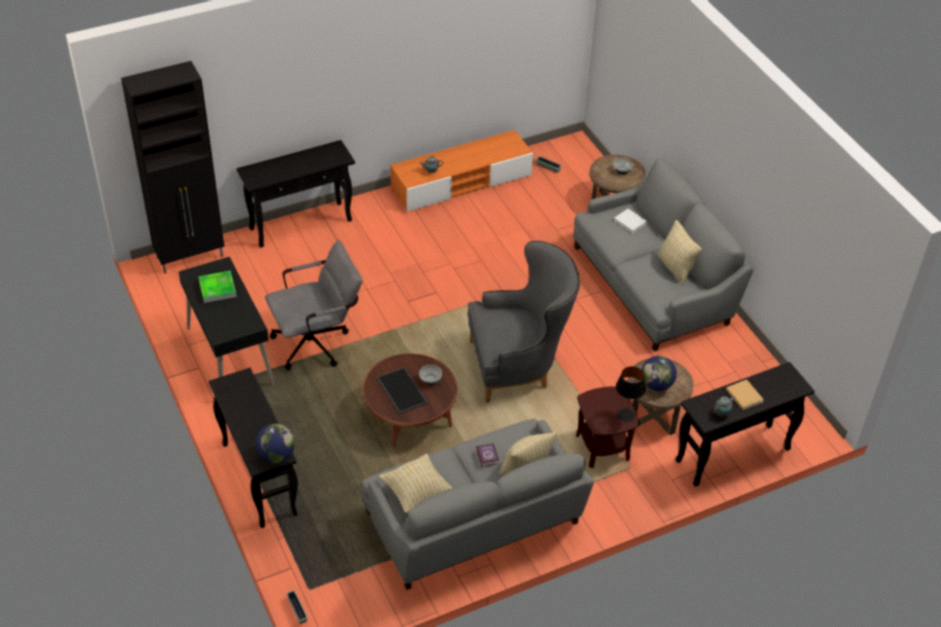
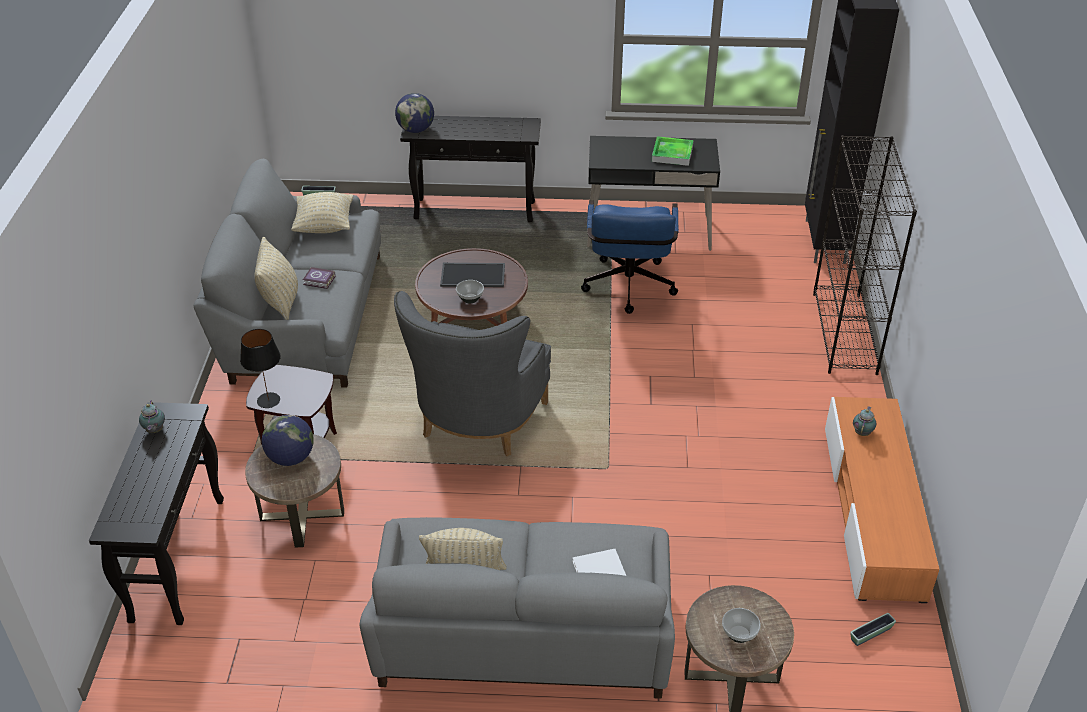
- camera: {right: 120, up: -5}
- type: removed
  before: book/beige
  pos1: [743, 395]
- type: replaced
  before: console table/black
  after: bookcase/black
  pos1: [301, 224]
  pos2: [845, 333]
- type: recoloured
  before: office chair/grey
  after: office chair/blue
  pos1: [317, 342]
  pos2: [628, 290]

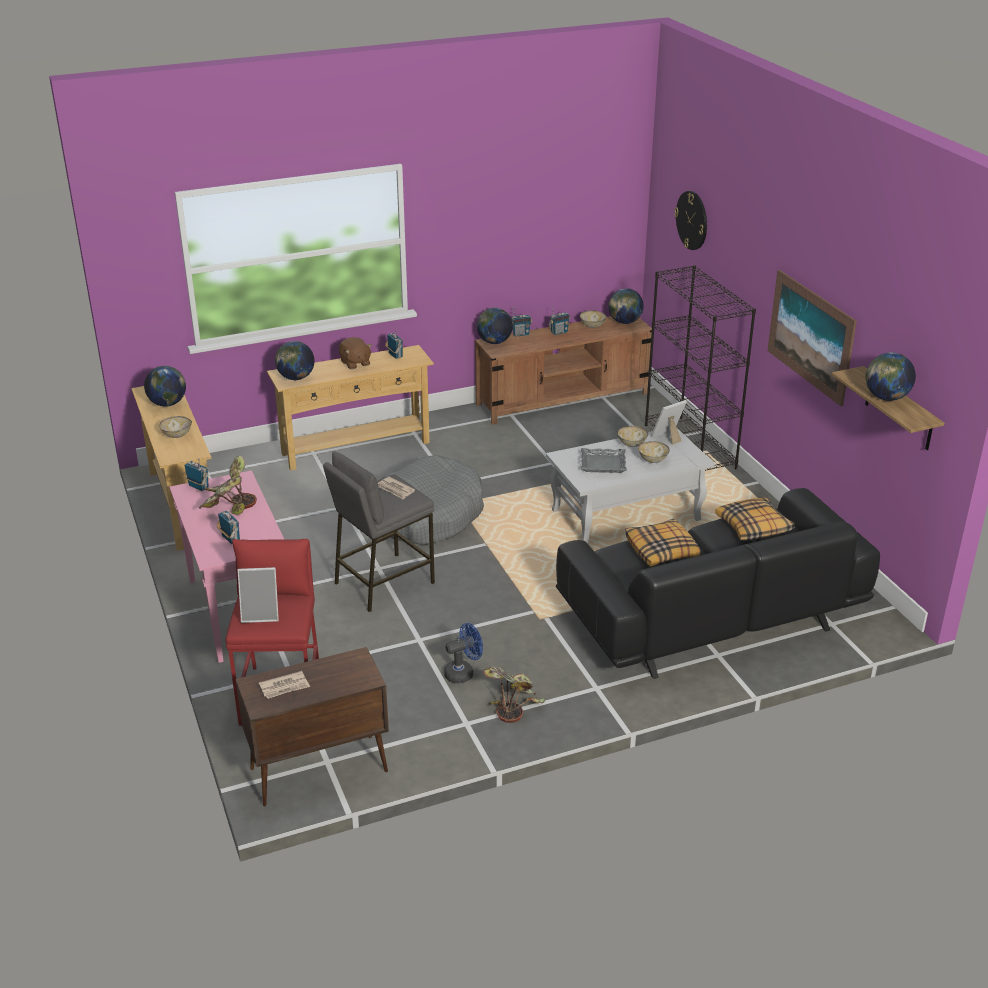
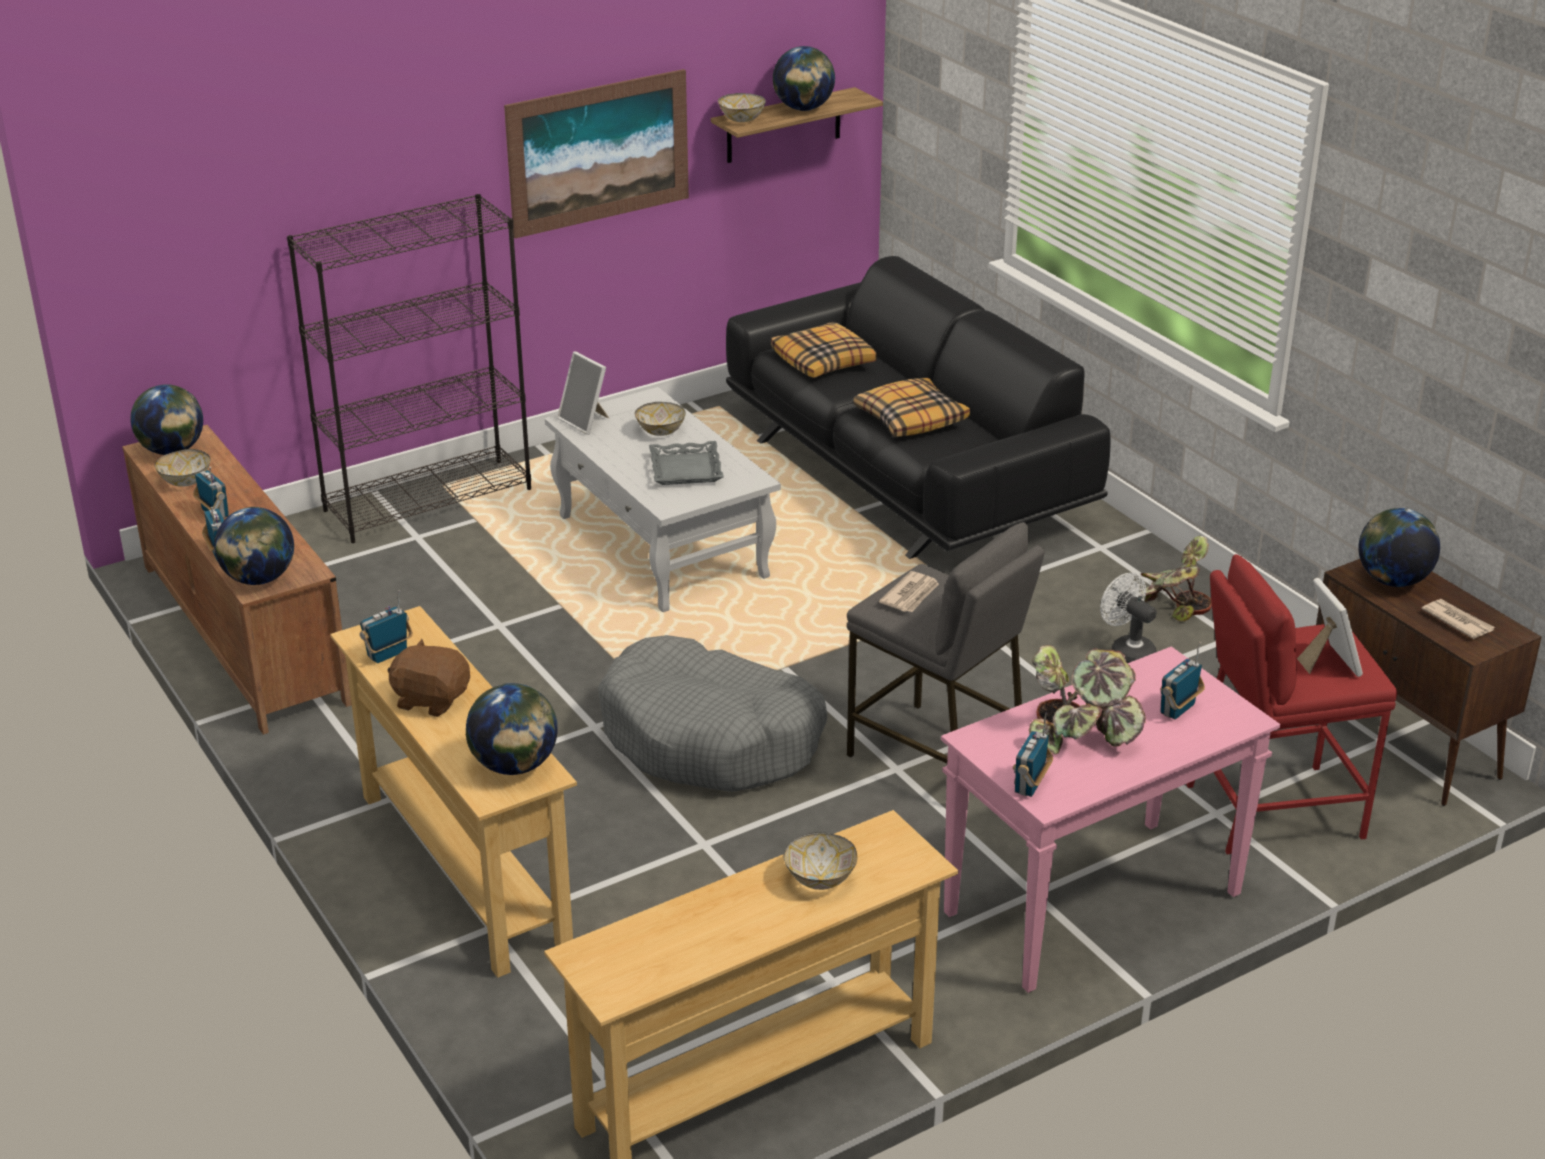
- camera: {right: -100, up: 0}
- type: removed
  before: wall clock
  pos1: [692, 220]
- type: moved
  before: globe
  pos1: [168, 404]
  pos2: [1392, 581]
- type: moved
  before: bowl
  pos1: [632, 444]
  pos2: [741, 119]
- type: recoloured
  before: fan/blue
  after: fan/white
  pos1: [463, 673]
  pos2: [1127, 652]
- type: turned
  before: plush toy/brown
  pos1: [355, 363]
  pos2: [431, 699]
  turn: -120

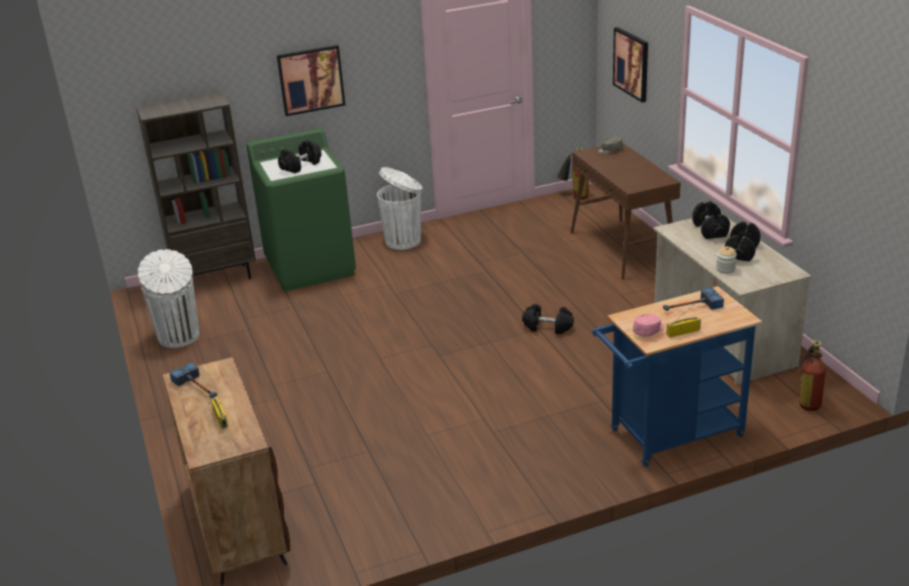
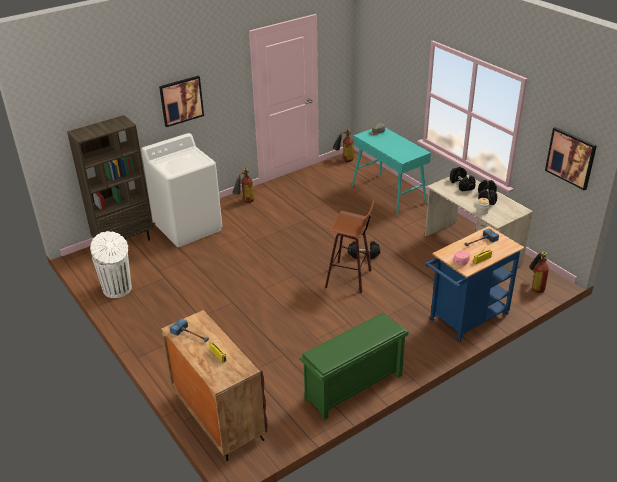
- camera: {right: -15, up: 5}
- type: removed
  before: dumbbell/black
  pos1: [301, 165]
- type: added
  after: shoe rack/green
  pos2: [353, 388]
- type: added
  after: stool
  pos2: [350, 278]
- type: moved
  before: picture
  pos1: [631, 64]
  pos2: [571, 158]
- type: replaced
  before: trash can/white
  after: fire extinguisher
  pos1: [404, 241]
  pos2: [245, 202]
- type: recoloured
  before: washing machine/green
  after: washing machine/white
  pos1: [311, 267]
  pos2: [188, 227]
- type: recoloured
  before: console table/brown
  after: console table/turquoise
  pos1: [622, 249]
  pos2: [389, 195]

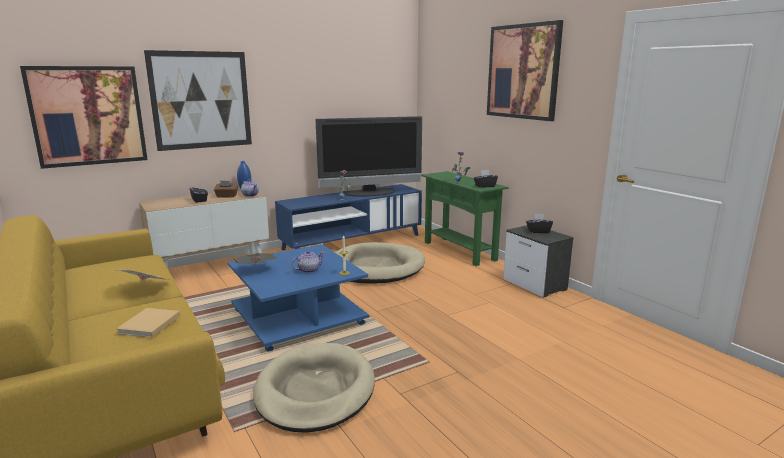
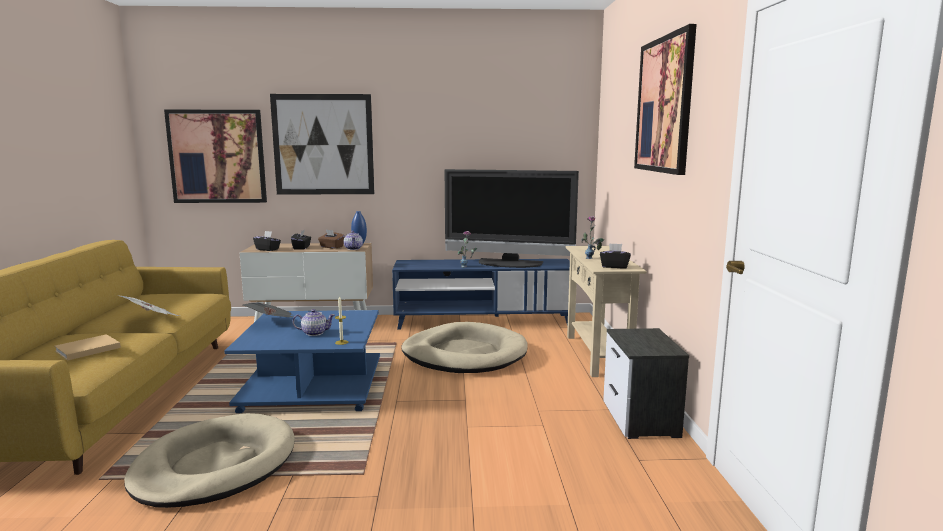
- camera: {right: 30, up: -5}
- type: moved
  before: tissue box/black
  pos1: [538, 231]
  pos2: [267, 249]
- type: recoloured
  before: console table/green
  after: console table/beige
  pos1: [459, 251]
  pos2: [597, 354]

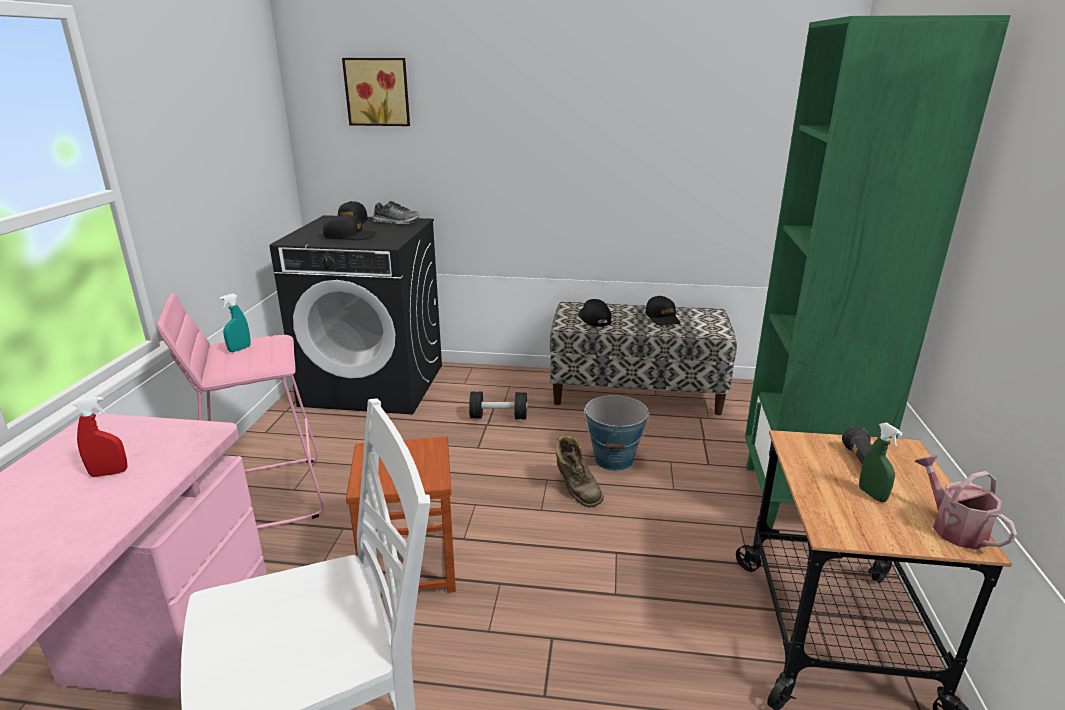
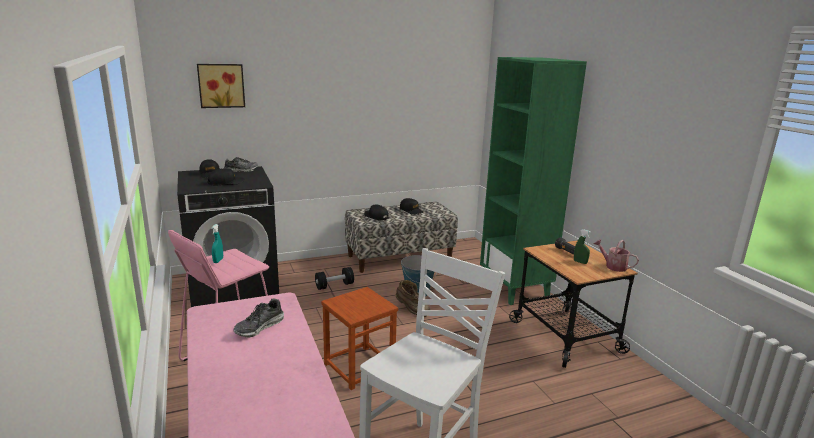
- camera: {right: -30, up: -5}
- type: replaced
  before: spray bottle/red
  after: shoe
  pos1: [109, 473]
  pos2: [259, 327]

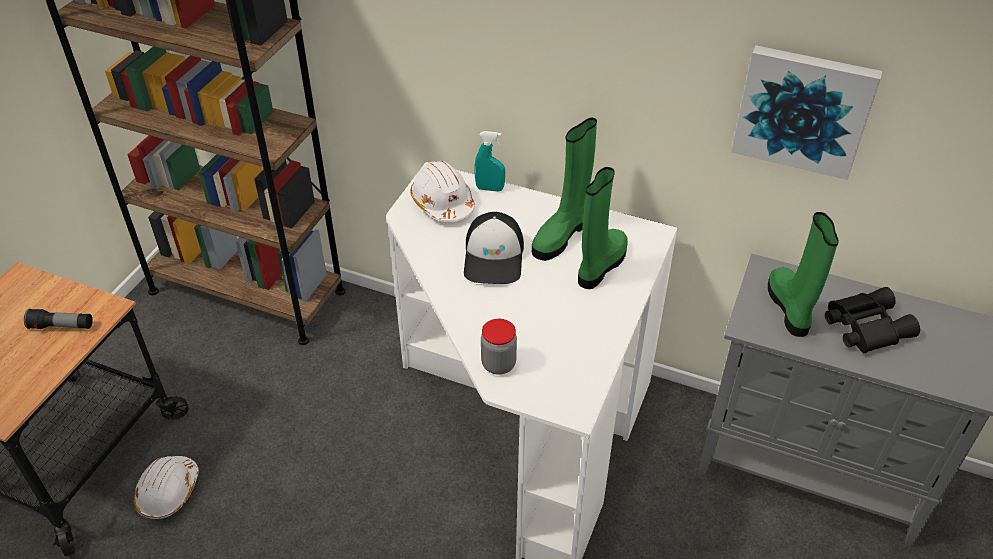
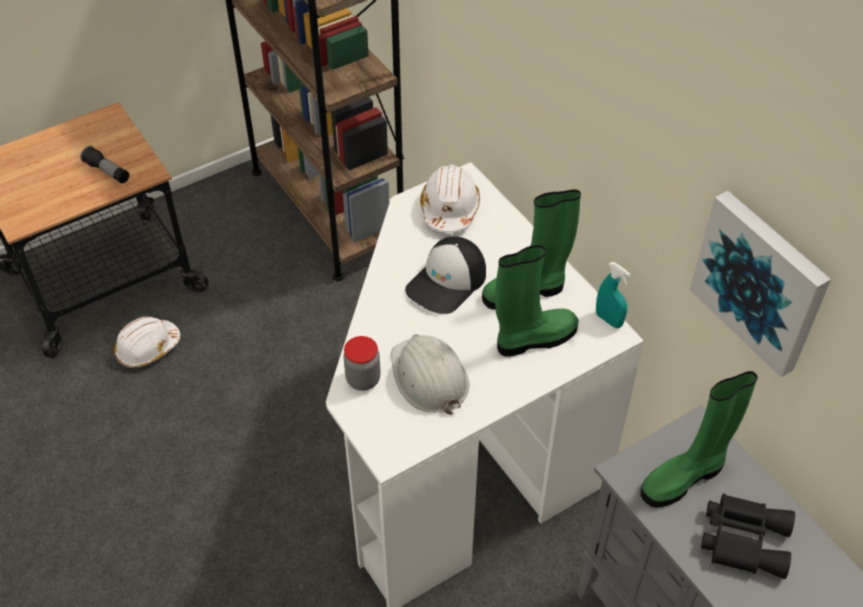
- camera: {right: 35, up: 5}
- type: added
  after: hard hat/white
  pos2: [429, 377]
- type: moved
  before: spray bottle/turquoise
  pos1: [490, 188]
  pos2: [608, 320]
- type: turned
  before: boot/green
  pos1: [790, 308]
  pos2: [684, 478]
  turn: -150

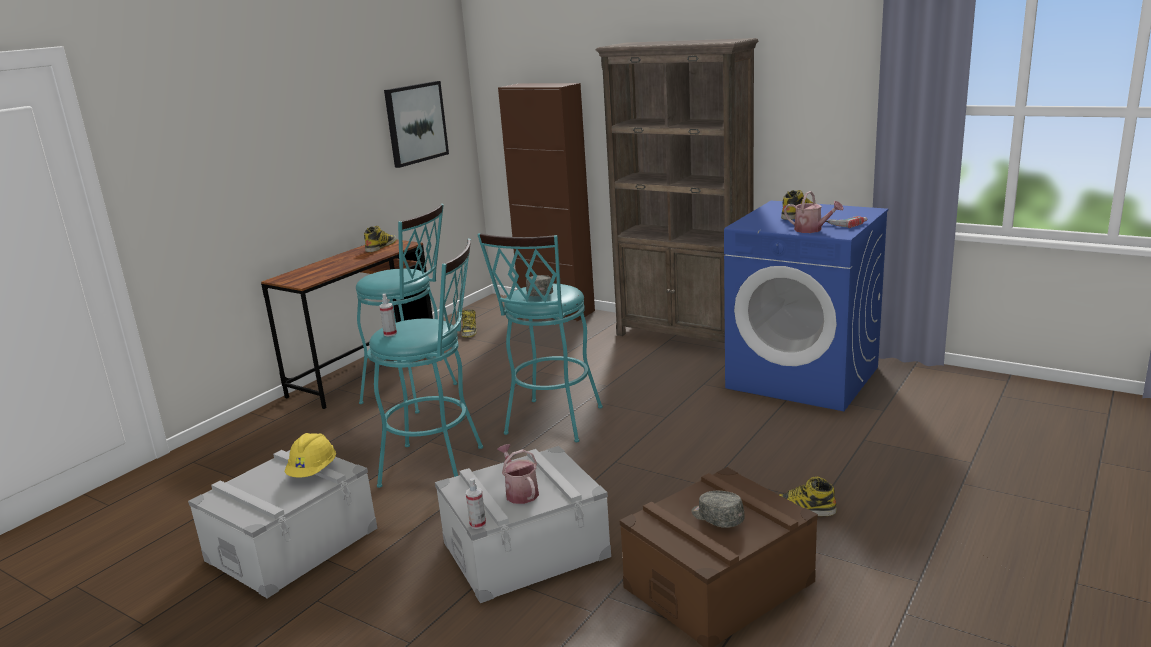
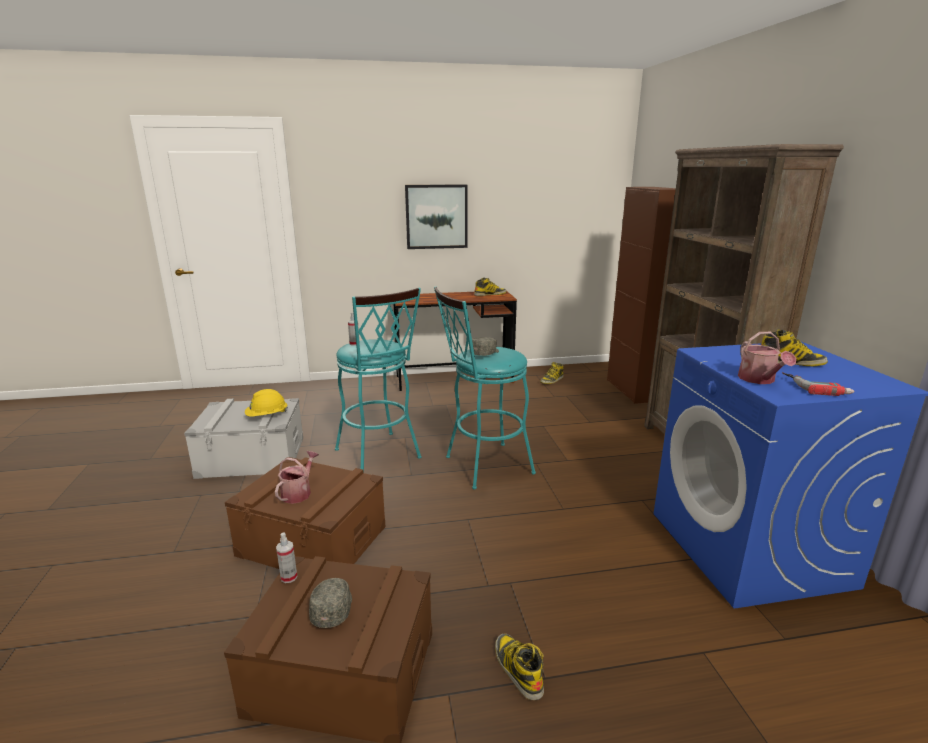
- camera: {right: 45, up: 0}
- type: removed
  before: stool/turquoise
  pos1: [415, 394]
- type: moved
  before: picture
  pos1: [415, 123]
  pos2: [436, 216]
- type: moved
  before: spray bottle
  pos1: [477, 524]
  pos2: [289, 577]
- type: recoloured
  before: storage box/grey
  after: storage box/brown
  pos1: [525, 549]
  pos2: [313, 541]

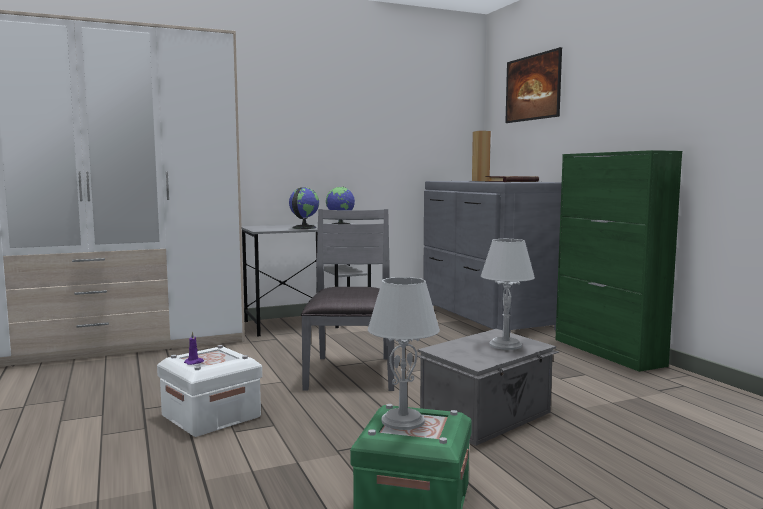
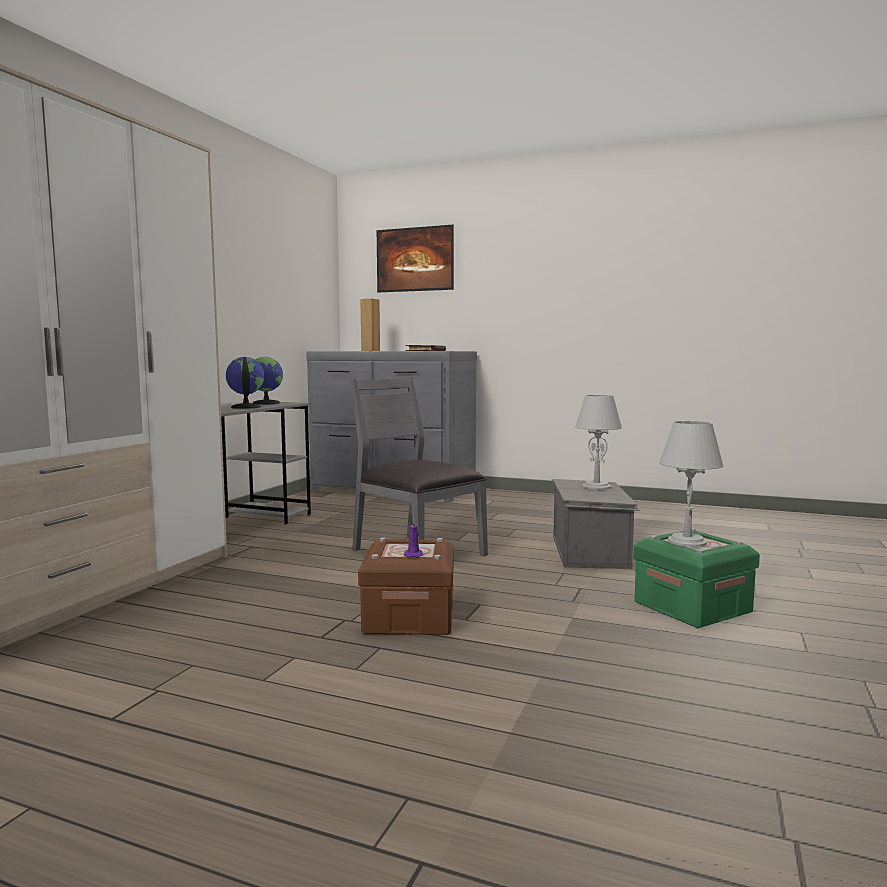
- camera: {right: -45, up: 0}
- type: removed
  before: cabinet/green
  pos1: [608, 352]
- type: recoloured
  before: storage box/white
  after: storage box/brown
  pos1: [211, 416]
  pos2: [409, 618]

